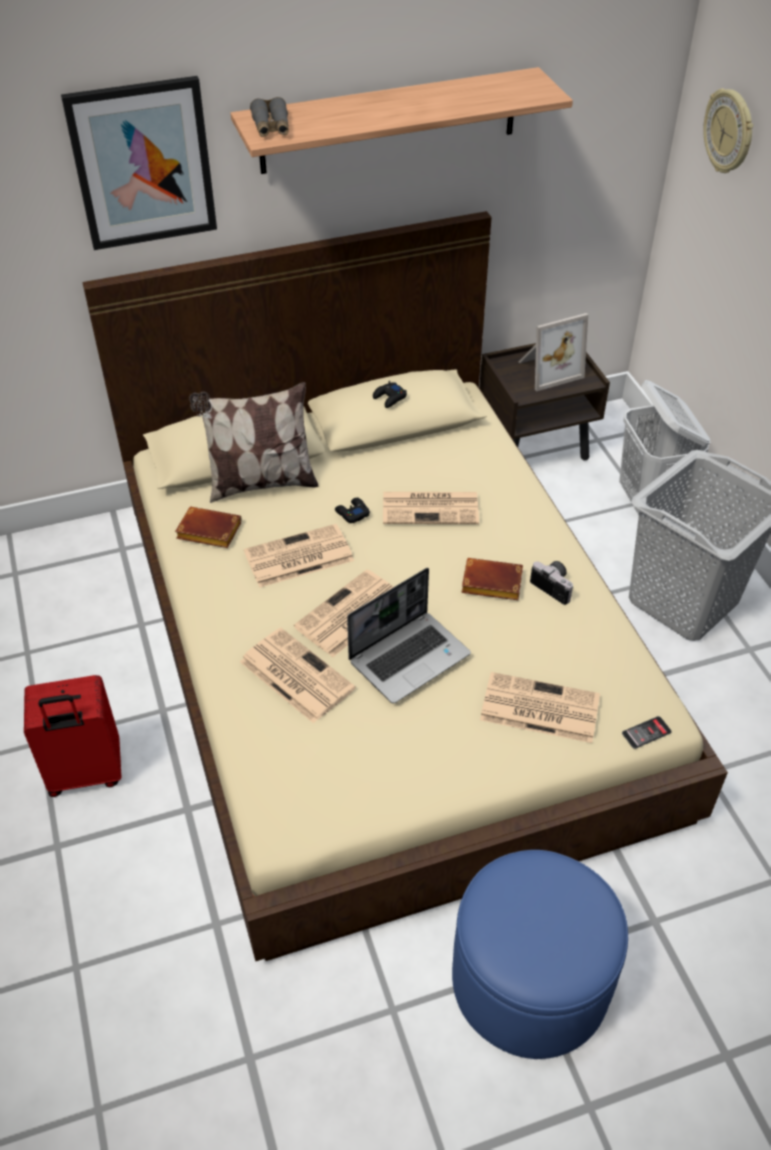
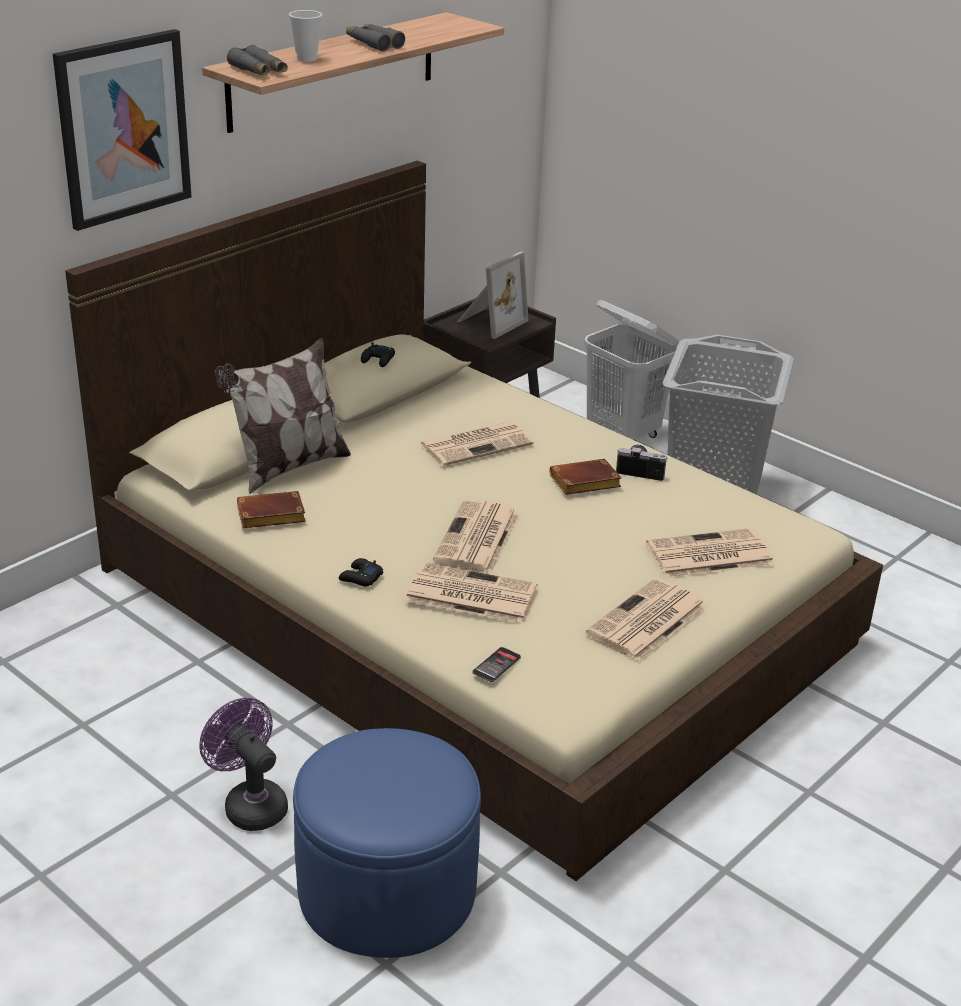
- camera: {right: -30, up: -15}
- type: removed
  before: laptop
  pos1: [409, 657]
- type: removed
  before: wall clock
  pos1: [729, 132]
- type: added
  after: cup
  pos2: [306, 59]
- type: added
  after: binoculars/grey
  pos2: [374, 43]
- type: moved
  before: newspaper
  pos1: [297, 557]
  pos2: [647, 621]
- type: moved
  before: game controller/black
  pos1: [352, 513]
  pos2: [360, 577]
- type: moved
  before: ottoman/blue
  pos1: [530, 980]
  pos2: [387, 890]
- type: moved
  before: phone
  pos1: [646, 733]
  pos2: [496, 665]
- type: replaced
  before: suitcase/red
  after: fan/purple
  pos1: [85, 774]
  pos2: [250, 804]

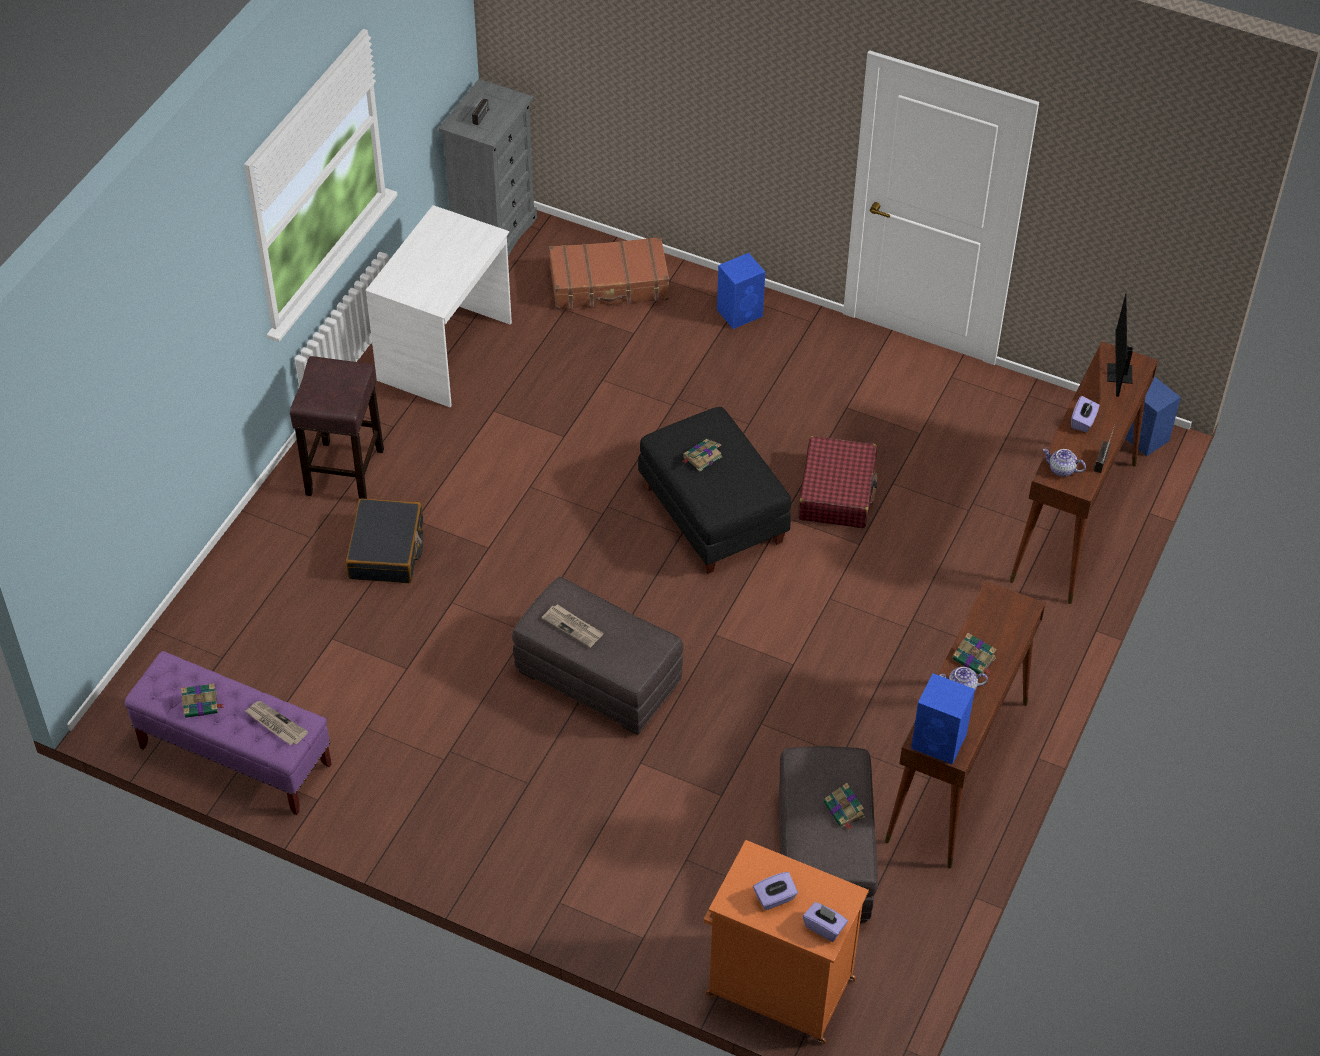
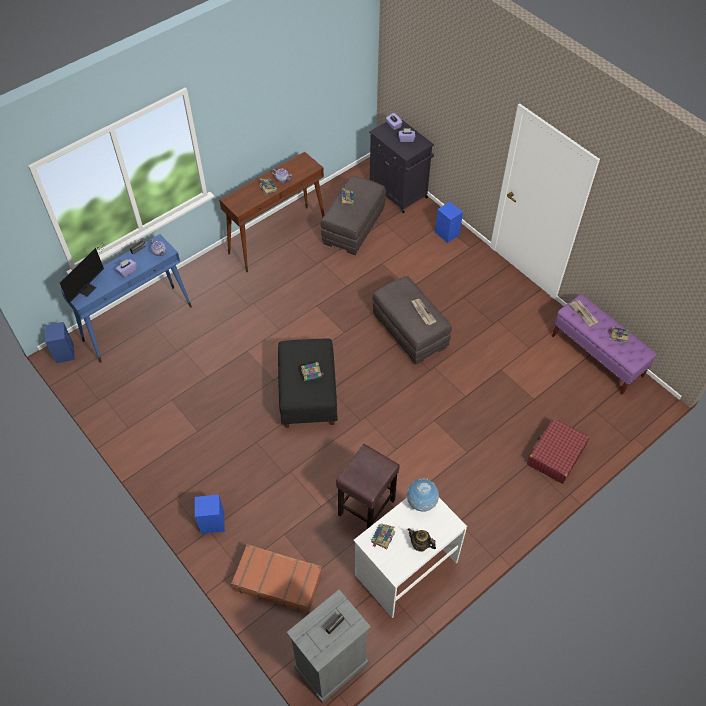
- camera: {right: -155, up: 5}
- type: removed
  before: suitcase/black
  pos1: [386, 550]
- type: added
  after: book
  pos2: [382, 537]
- type: added
  after: globe
  pos2: [421, 502]
- type: added
  after: teapot
  pos2: [420, 544]
- type: moved
  before: stool/brown
  pos1: [344, 473]
  pos2: [367, 506]
- type: moved
  before: suitcase/red
  pos1: [837, 492]
  pos2: [555, 455]
- type: moved
  before: speaker/blue
  pos1: [940, 742]
  pos2: [446, 233]
- type: recoloured
  before: cabinet/orange
  after: cabinet/black
  pos1: [777, 986]
  pos2: [399, 192]
- type: recoloured
  before: console table/brown
  after: console table/blue
  pos1: [1073, 522]
  pos2: [138, 323]

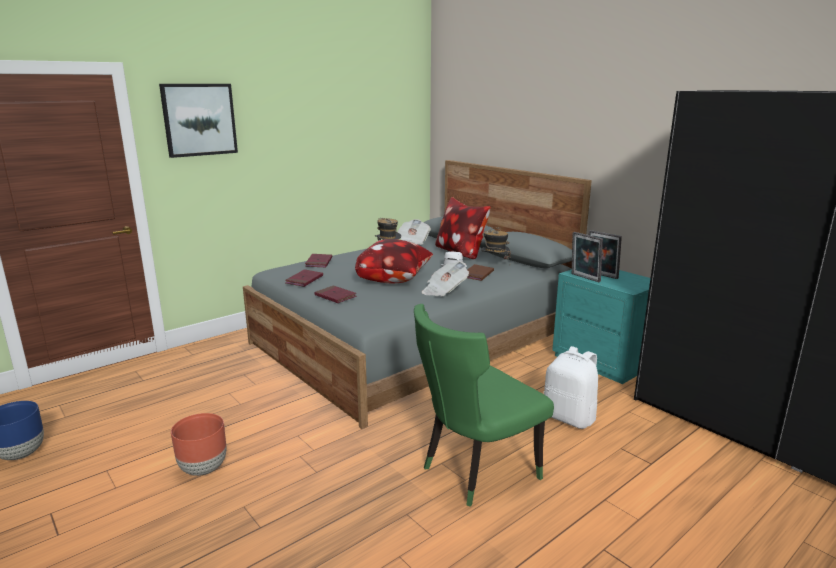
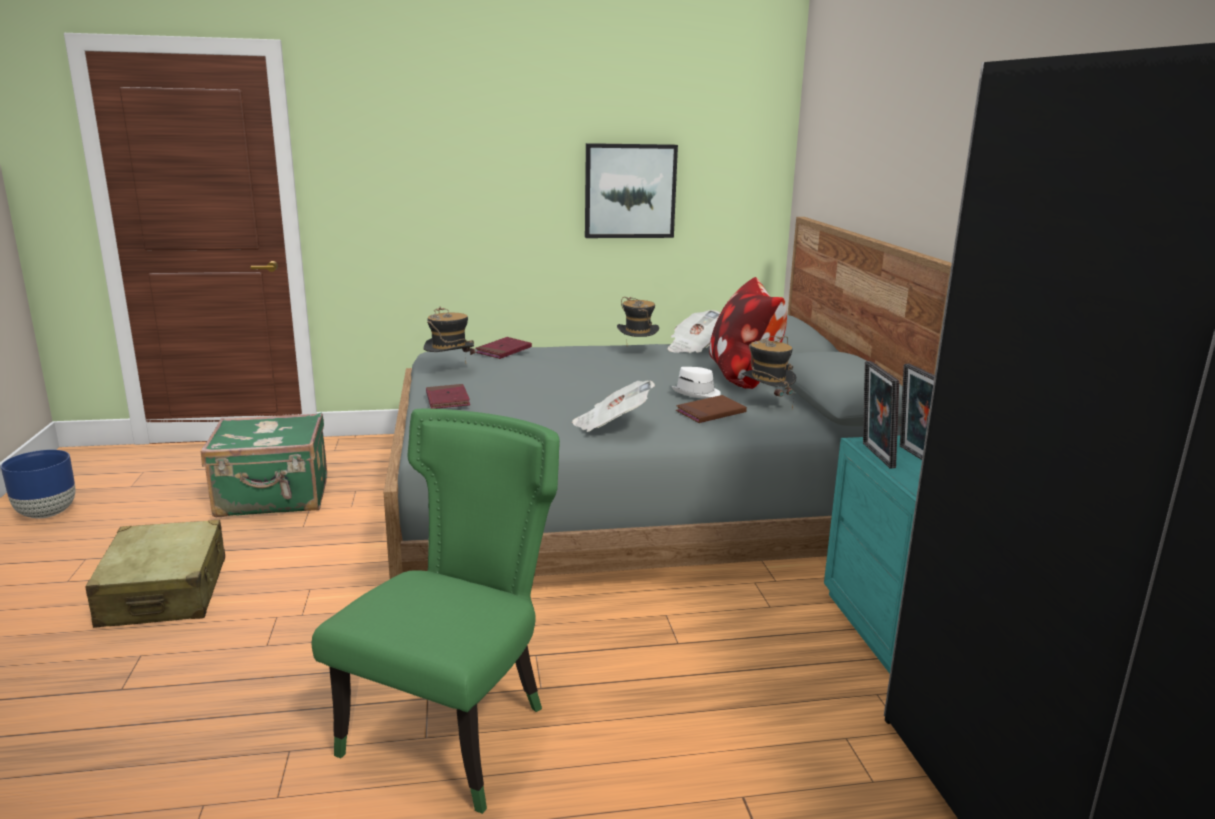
- camera: {right: 30, up: 0}
- type: removed
  before: pillow
  pos1: [395, 280]
- type: removed
  before: backpack/white
  pos1: [569, 418]
- type: added
  after: suitcase/green
  pos2: [273, 498]
- type: moved
  before: picture
  pos1: [199, 119]
  pos2: [630, 191]
- type: replaced
  before: planter/brown
  after: suitcase/beige
  pos1: [203, 469]
  pos2: [165, 592]
- type: replaced
  before: book/red
  after: hat
  pos1: [304, 280]
  pos2: [450, 370]
- type: turned
  before: chair/green
  pos1: [475, 471]
  pos2: [455, 730]
  turn: 120

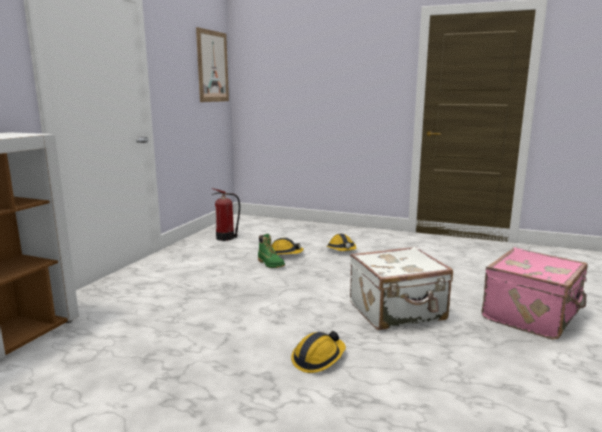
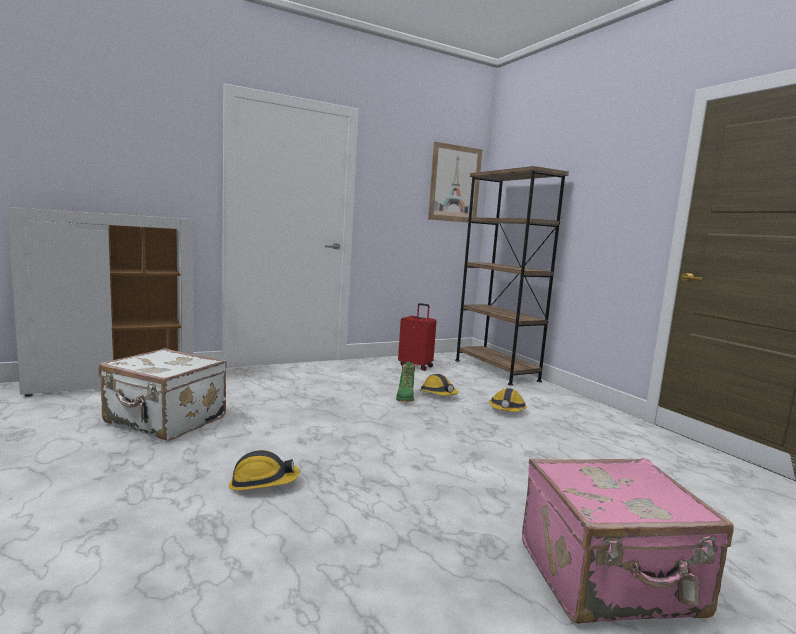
- camera: {right: 40, up: -5}
- type: added
  after: bookcase/brown
  pos2: [496, 370]
- type: moved
  before: suitcase/white
  pos1: [398, 312]
  pos2: [165, 421]
- type: replaced
  before: fire extinguisher
  after: suitcase/red
  pos1: [226, 238]
  pos2: [416, 366]

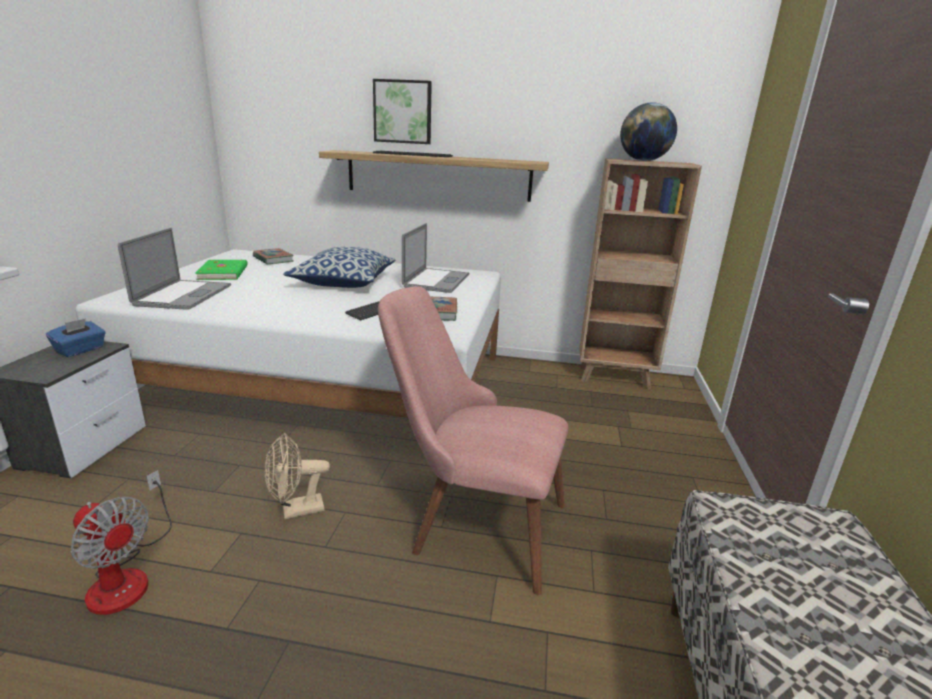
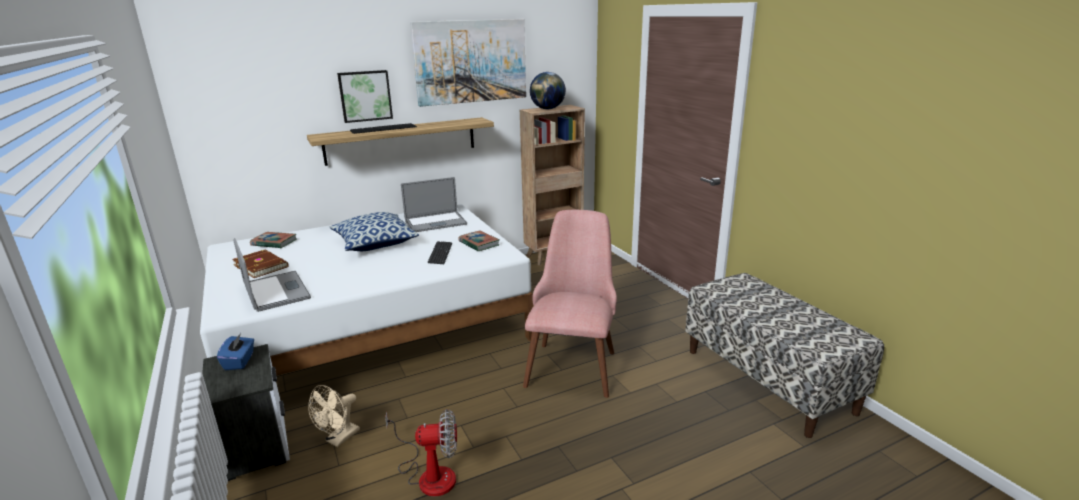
- camera: {right: -35, up: 0}
- type: added
  after: picture
  pos2: [471, 61]
- type: moved
  before: fan/beige
  pos1: [296, 510]
  pos2: [339, 439]
- type: recoloured
  before: book/green
  after: book/brown
  pos1: [224, 273]
  pos2: [261, 265]
- type: turned
  before: chair/pink
  pos1: [471, 523]
  pos2: [573, 361]
  turn: 120
- type: turned
  before: laptop
  pos1: [436, 281]
  pos2: [435, 222]
  turn: 90

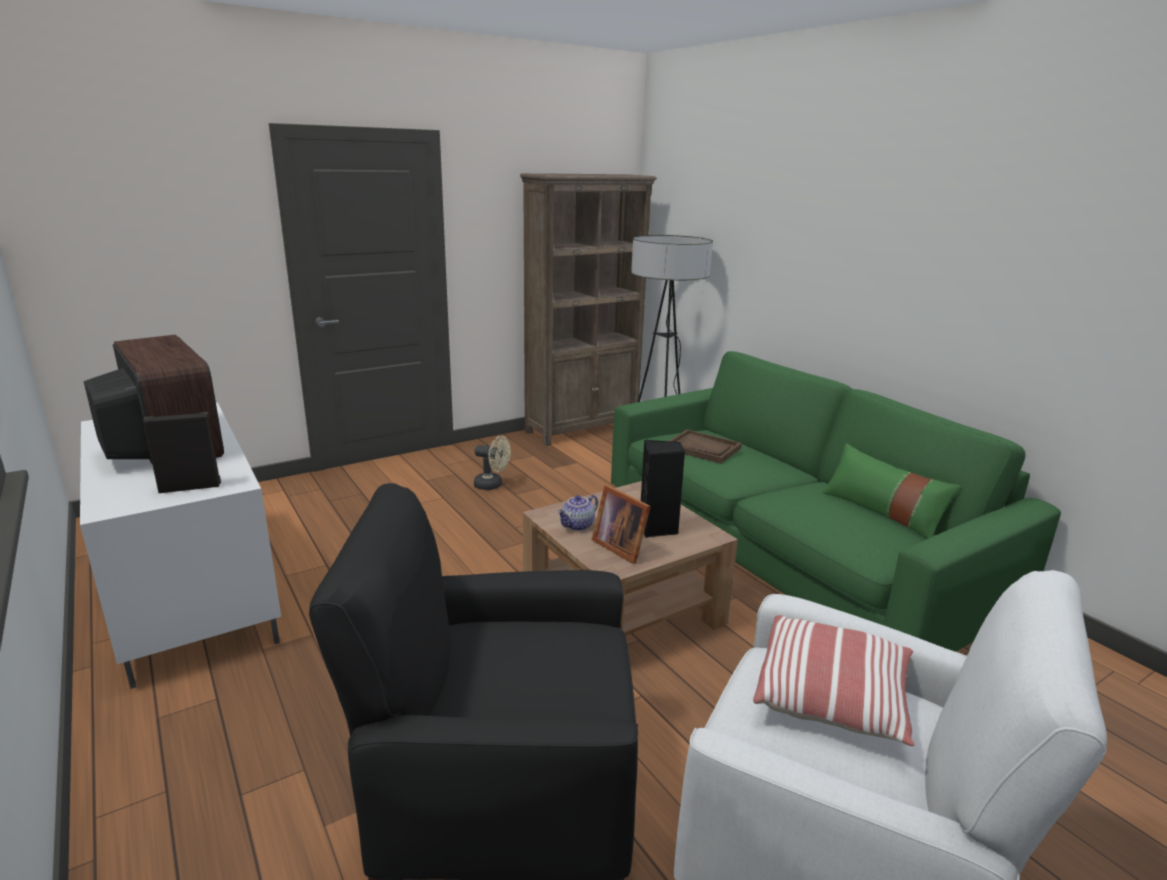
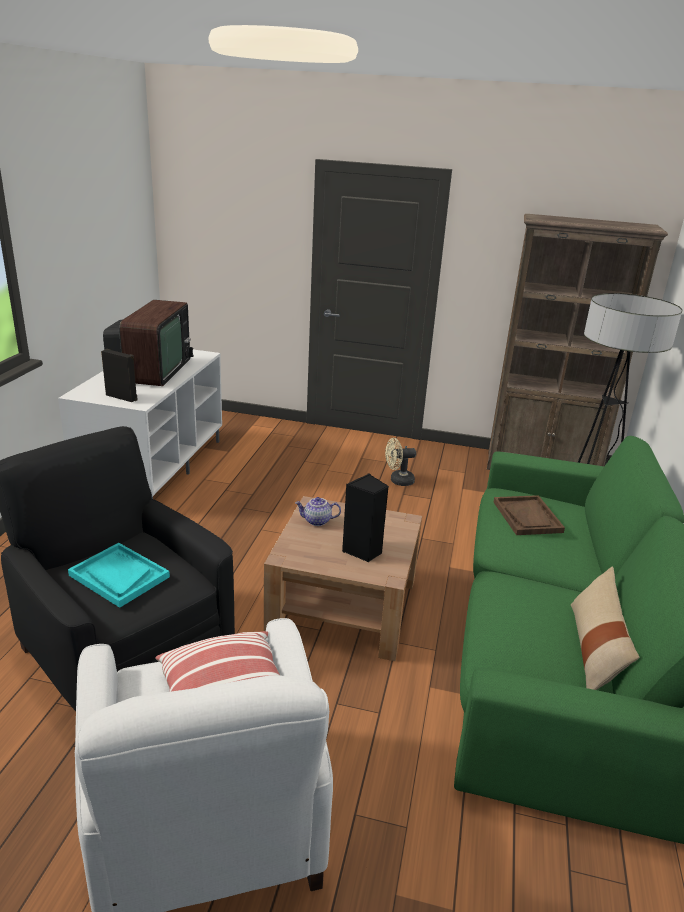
- camera: {right: 45, up: 5}
- type: removed
  before: picture frame
  pos1: [620, 546]
- type: added
  after: tray/turquoise
  pos2: [119, 576]
- type: recoloured
  before: pillow/green
  after: pillow/beige
  pos1: [882, 512]
  pos2: [594, 649]
- type: turned
  before: fan/beige
  pos1: [492, 485]
  pos2: [398, 481]
  turn: 105

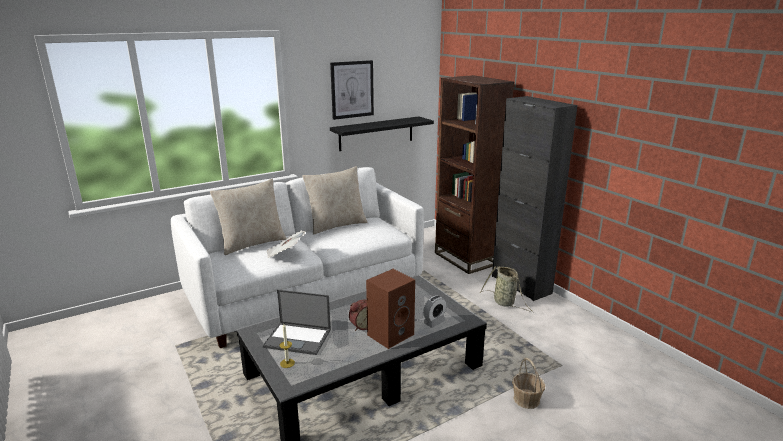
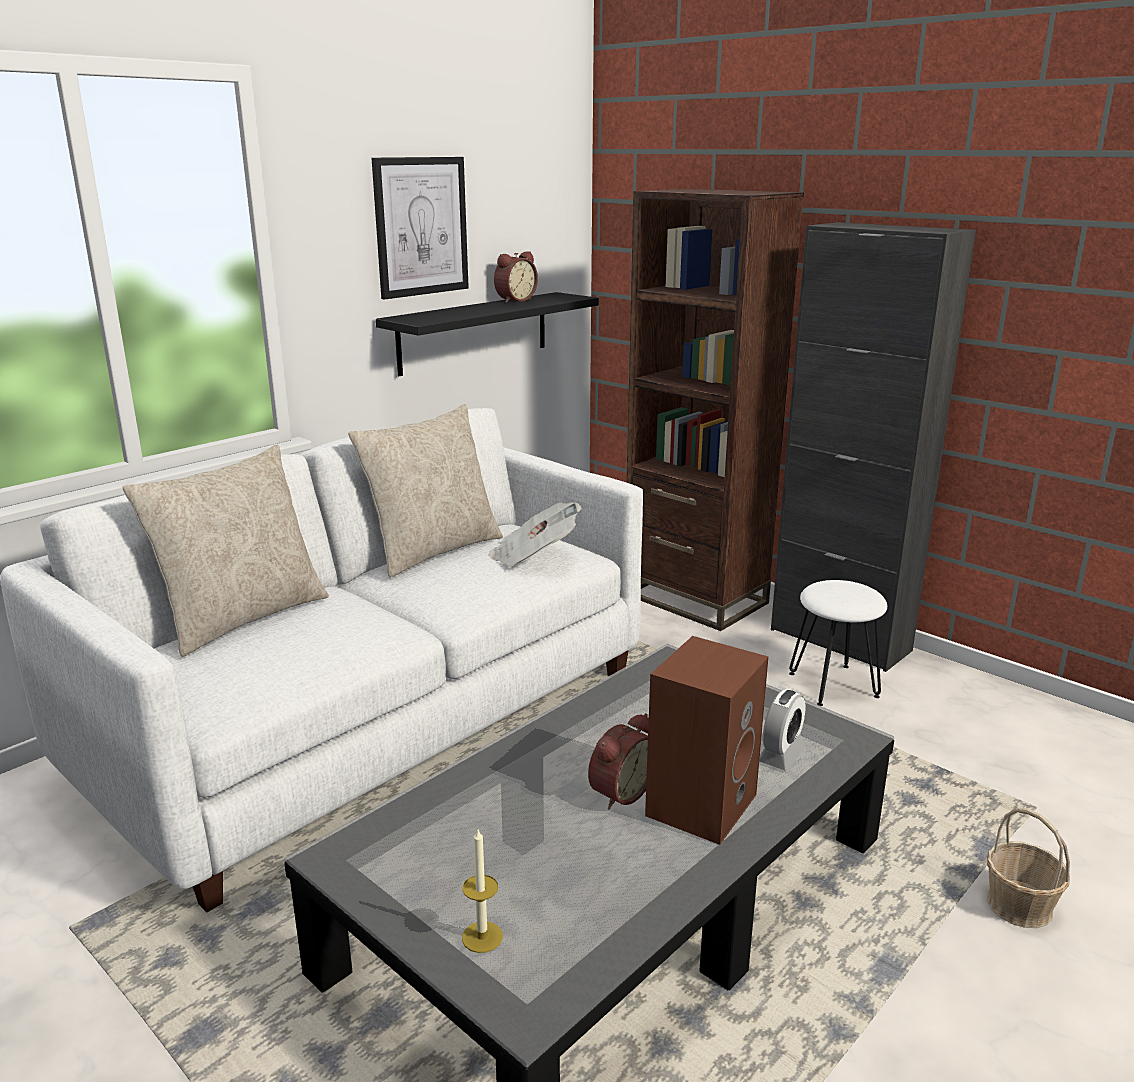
- camera: {right: -15, up: 0}
- type: removed
  before: laptop
  pos1: [298, 338]
- type: added
  after: alarm clock
  pos2: [514, 300]
- type: moved
  before: newspaper
  pos1: [285, 254]
  pos2: [534, 557]
- type: replaced
  before: basket
  after: stool/white
  pos1: [505, 303]
  pos2: [834, 685]

